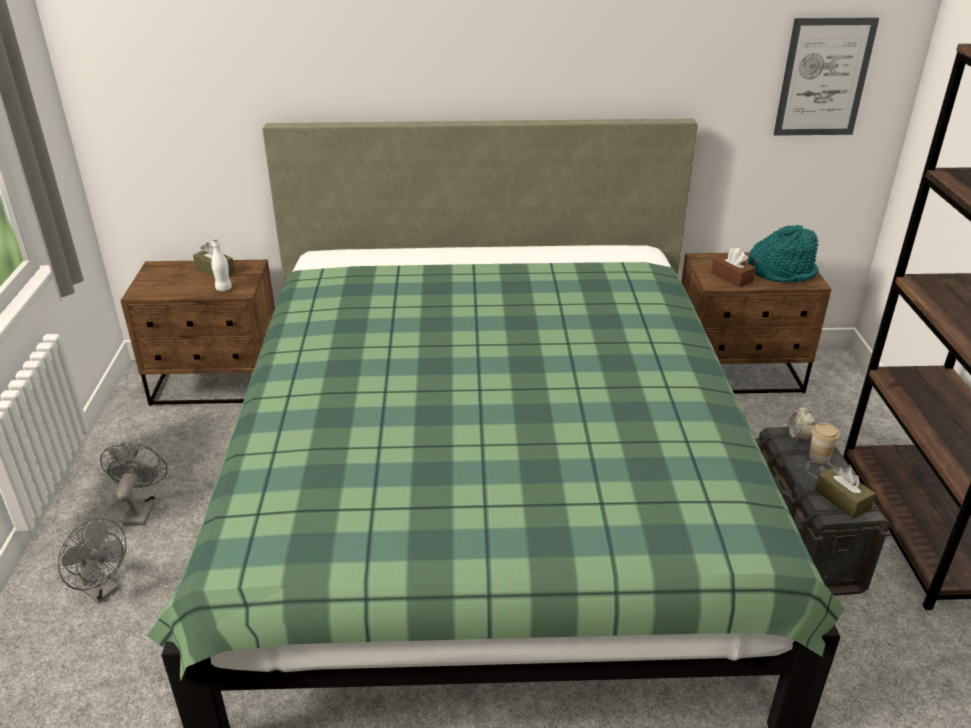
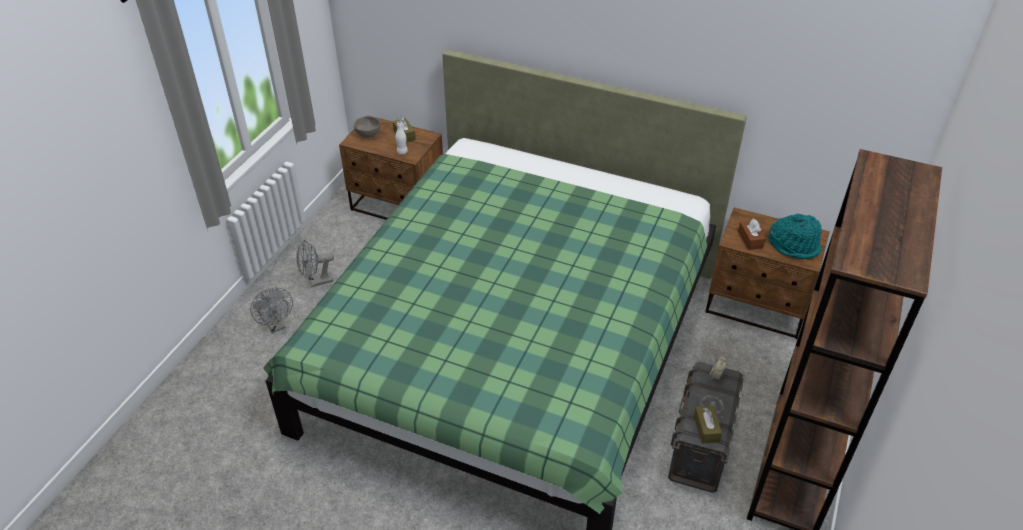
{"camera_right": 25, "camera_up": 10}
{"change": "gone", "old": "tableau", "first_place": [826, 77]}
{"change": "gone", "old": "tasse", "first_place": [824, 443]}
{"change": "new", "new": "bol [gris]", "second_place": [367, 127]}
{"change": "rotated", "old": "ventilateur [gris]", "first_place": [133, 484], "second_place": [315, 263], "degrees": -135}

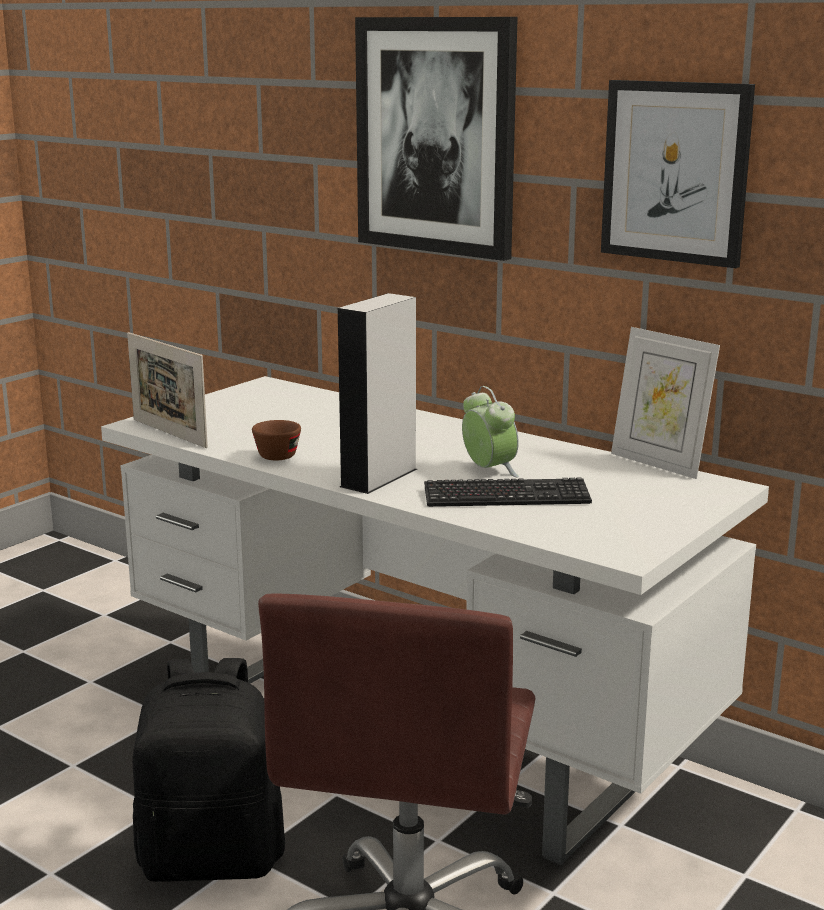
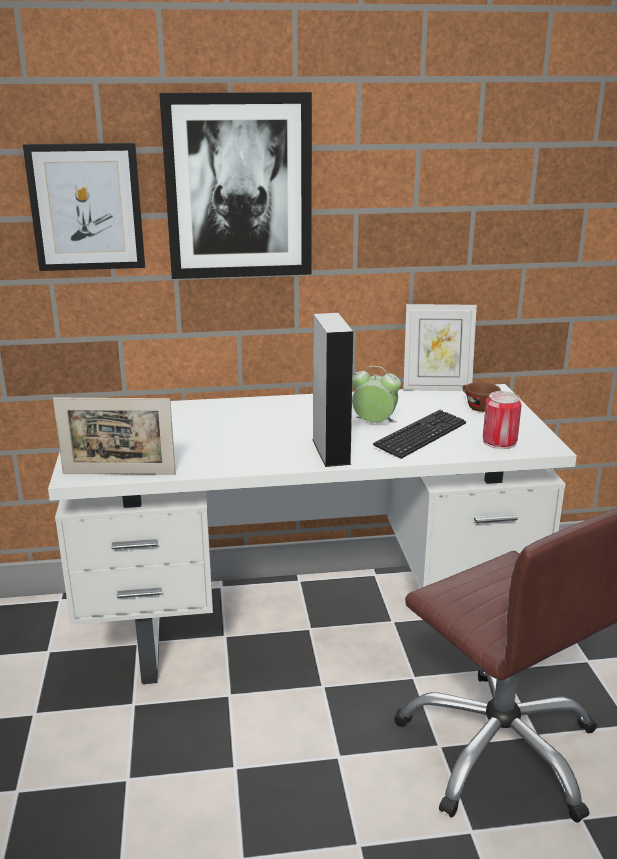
{"camera_right": -45, "camera_up": 5}
{"change": "gone", "old": "sac à dos [noir]", "first_place": [209, 770]}
{"change": "new", "new": "boîte métallique", "second_place": [502, 420]}
{"change": "shifted", "old": "tasse [marron]", "first_place": [276, 440], "second_place": [481, 397]}
{"change": "shifted", "old": "tableau", "first_place": [678, 174], "second_place": [84, 207]}

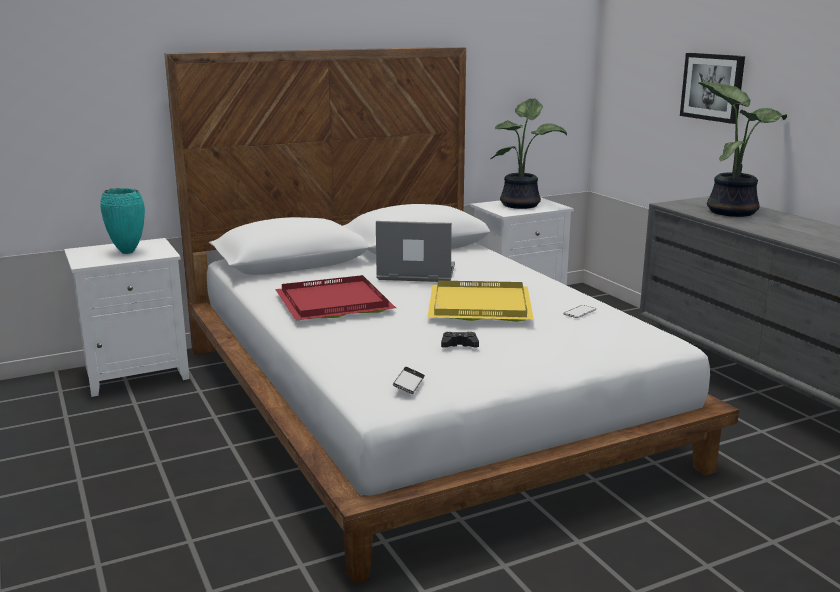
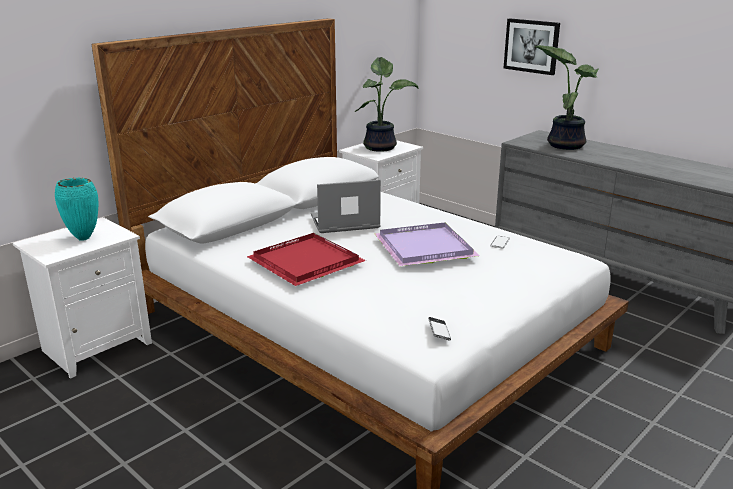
{"camera_right": -20, "camera_up": 5}
{"change": "gone", "old": "manette [noir]", "first_place": [460, 340]}
{"change": "repainted", "old": "plateau [jaune]", "new": "plateau [violet]", "first_place": [481, 301], "second_place": [427, 244]}

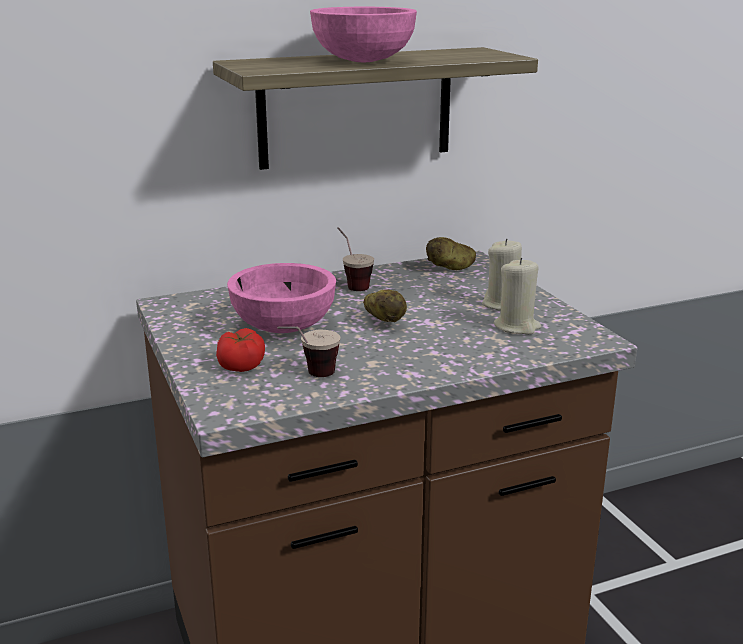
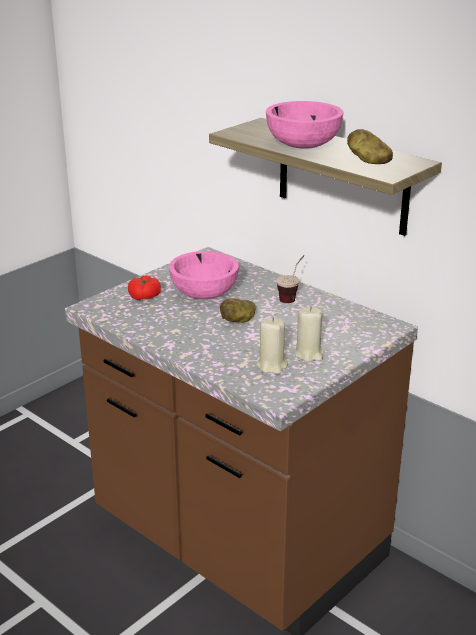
{"camera_right": 65, "camera_up": 5}
{"change": "gone", "old": "tasse", "first_place": [308, 351]}
{"change": "shifted", "old": "pomme de terre", "first_place": [451, 253], "second_place": [370, 146]}

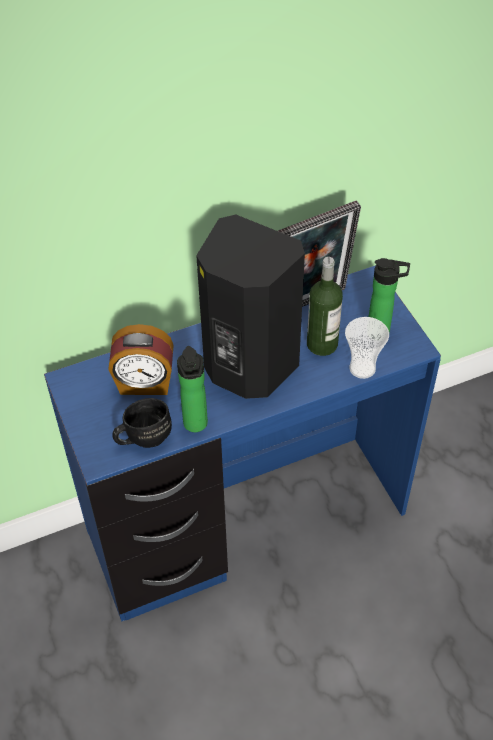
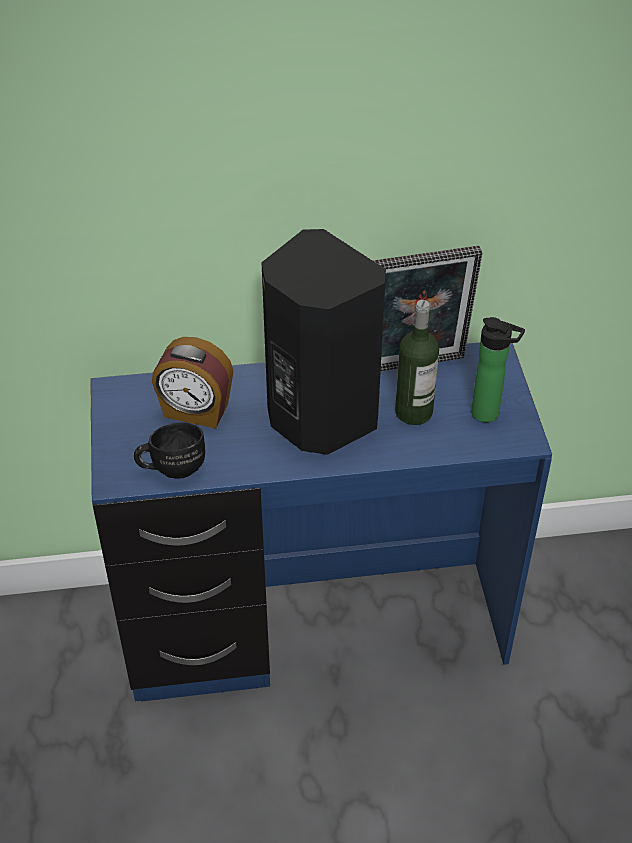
{"camera_right": 15, "camera_up": -5}
{"change": "gone", "old": "bouteille", "first_place": [192, 389]}
{"change": "gone", "old": "tasse", "first_place": [367, 348]}

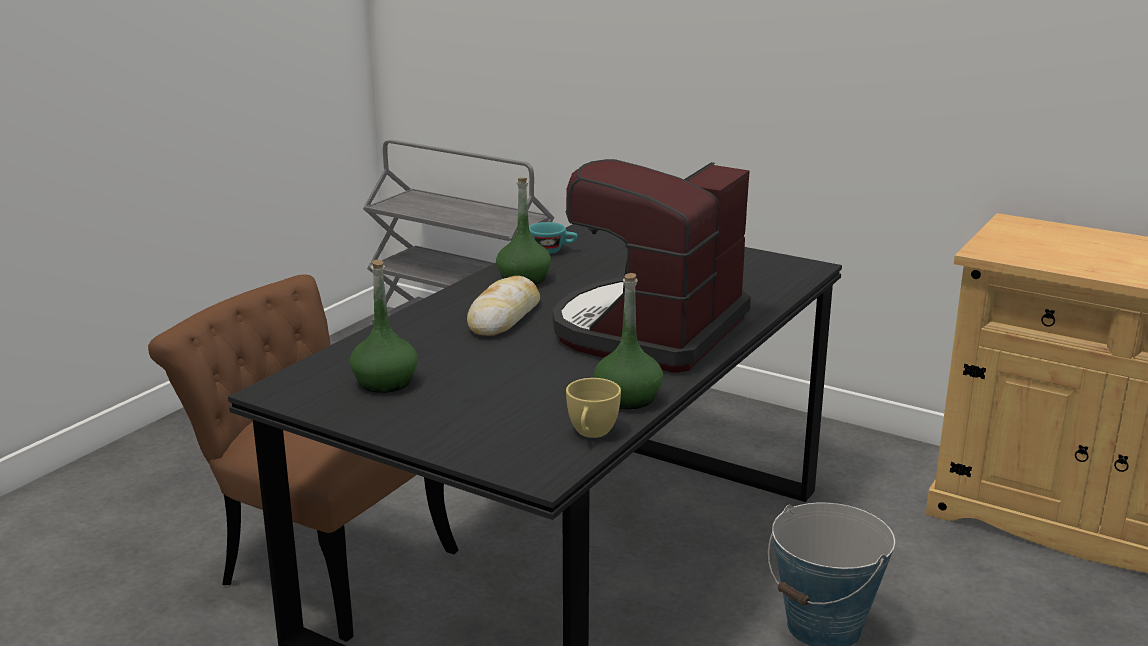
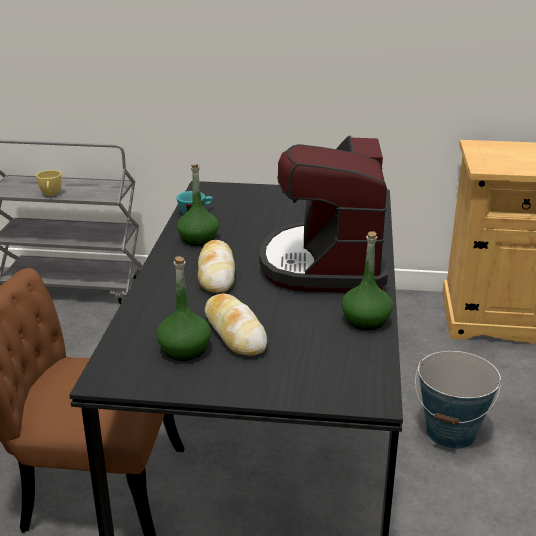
{"camera_right": -25, "camera_up": 5}
{"change": "new", "new": "pain", "second_place": [236, 324]}
{"change": "shifted", "old": "tasse [jaune]", "first_place": [593, 408], "second_place": [49, 183]}

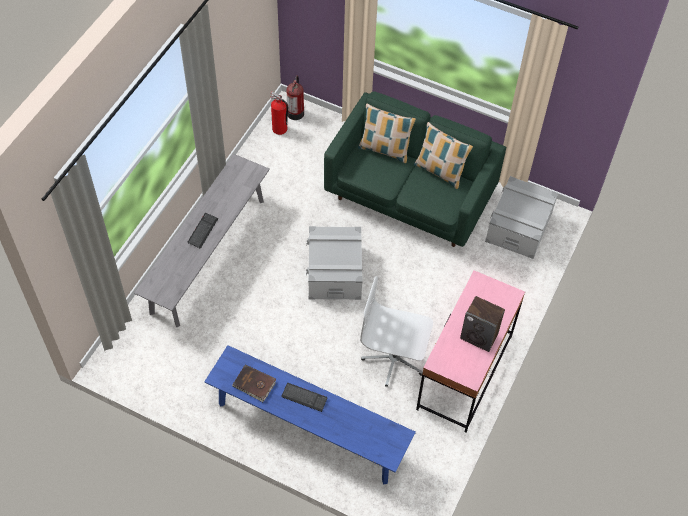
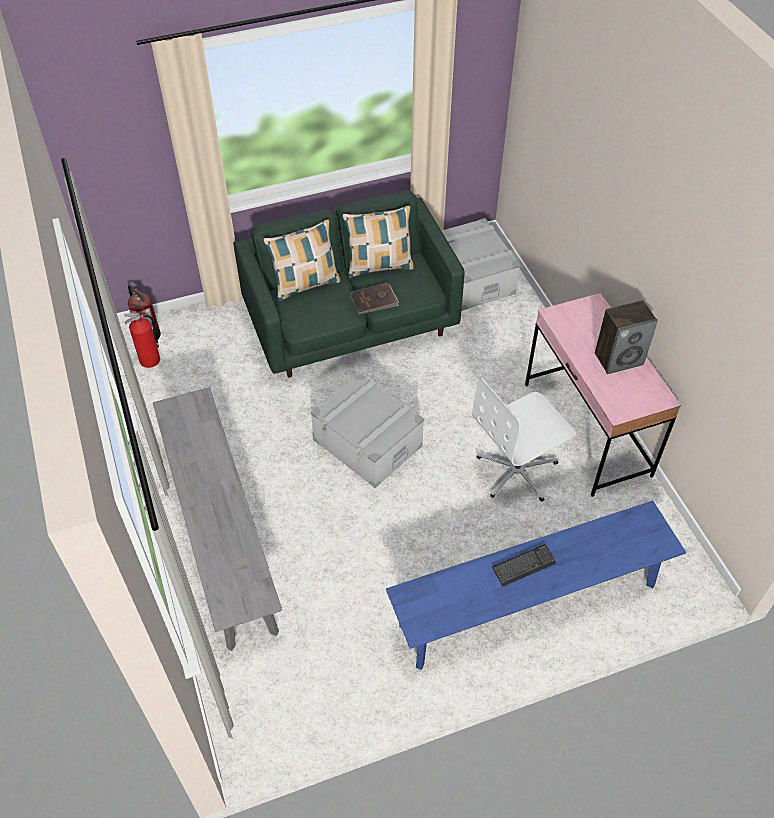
{"camera_right": -45, "camera_up": -5}
{"change": "gone", "old": "clavier", "first_place": [202, 231]}
{"change": "shifted", "old": "livre [marron]", "first_place": [254, 383], "second_place": [374, 298]}

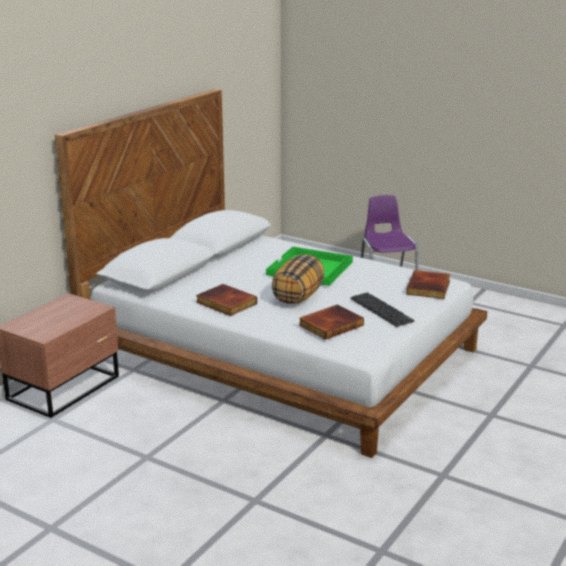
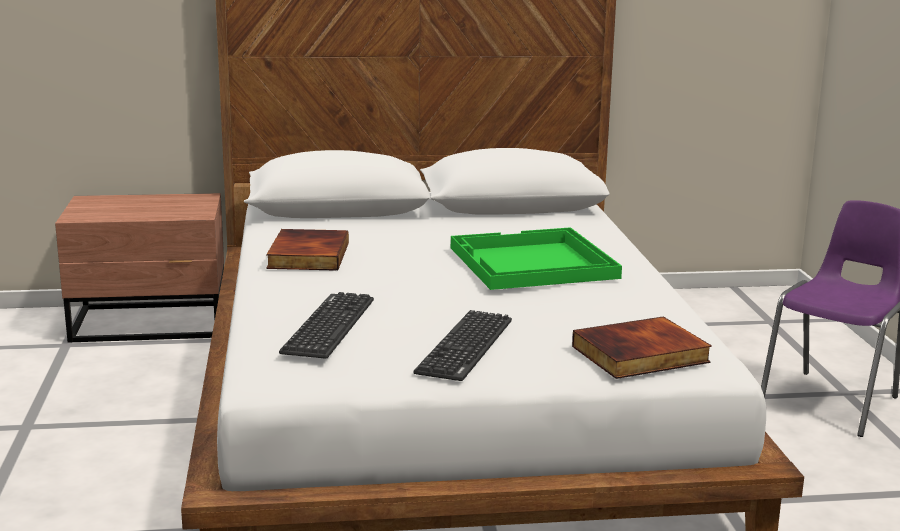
{"camera_right": 50, "camera_up": -5}
{"change": "gone", "old": "coussin", "first_place": [298, 279]}
{"change": "swapped", "old": "livre", "new": "clavier", "first_place": [331, 322], "second_place": [326, 325]}

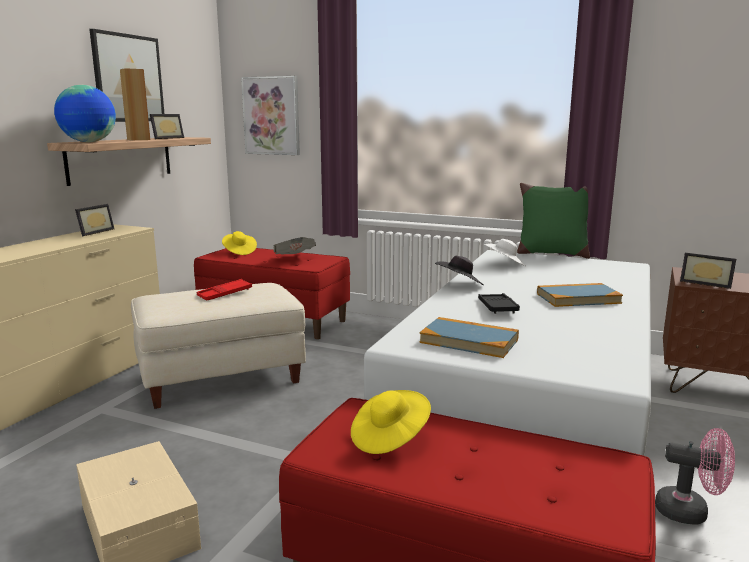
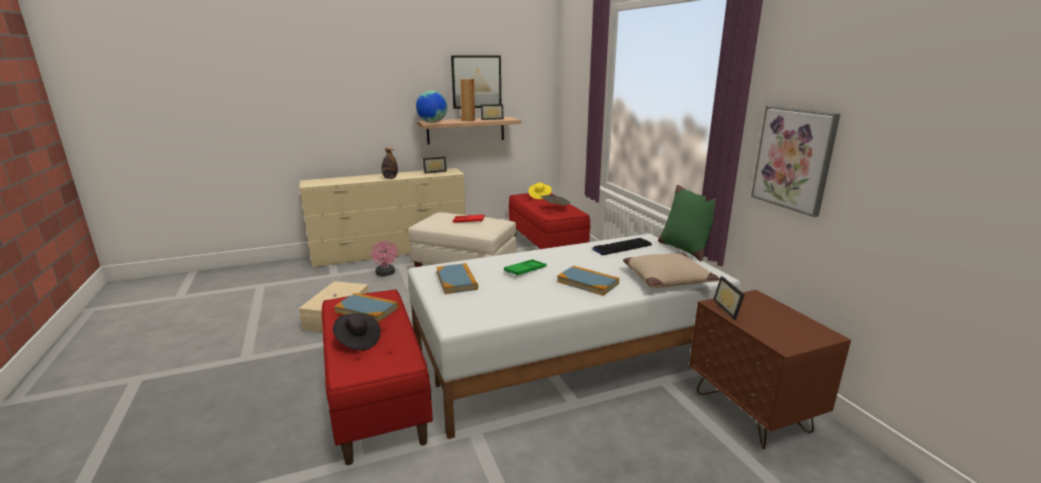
{"camera_right": 45, "camera_up": 5}
{"change": "new", "new": "bouteille", "second_place": [389, 163]}
{"change": "new", "new": "coussin [beige]", "second_place": [671, 270]}
{"change": "shifted", "old": "tableau", "first_place": [270, 115], "second_place": [795, 161]}
{"change": "shifted", "old": "chapeau [noir]", "first_place": [459, 270], "second_place": [357, 331]}
{"change": "shifted", "old": "ventilateur [rose]", "first_place": [695, 476], "second_place": [384, 258]}
{"change": "swapped", "old": "chapeau [jaune]", "new": "livre", "first_place": [391, 422], "second_place": [366, 308]}
{"change": "swapped", "old": "chapeau [blanc]", "new": "clavier", "first_place": [505, 252], "second_place": [622, 246]}
{"change": "repainted", "old": "plateau [noir]", "new": "plateau [vert]", "first_place": [499, 303], "second_place": [525, 267]}

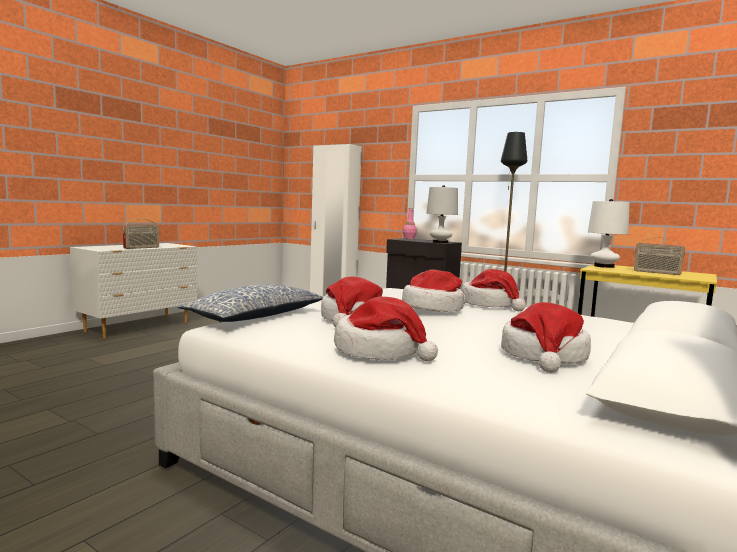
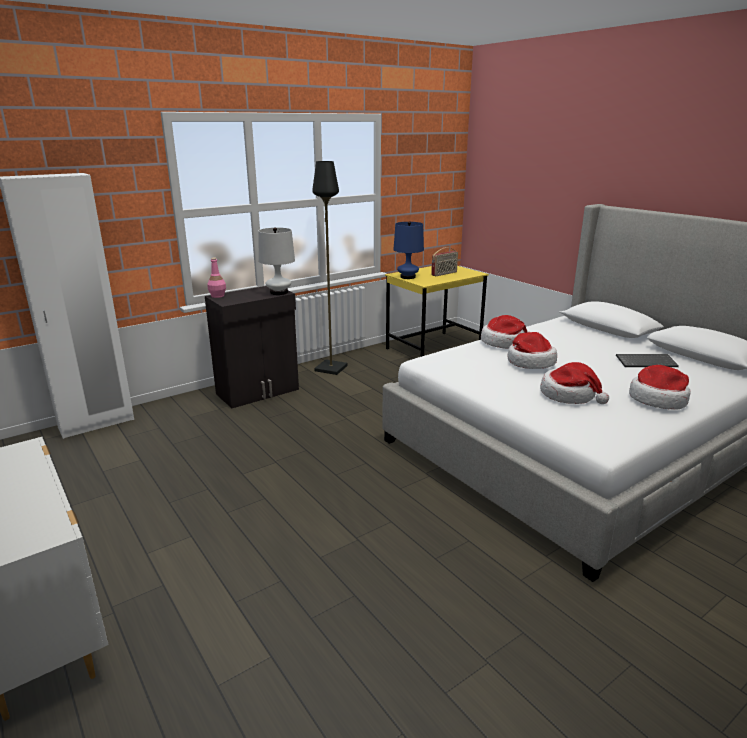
{"camera_right": -70, "camera_up": 15}
{"change": "gone", "old": "radio", "first_place": [141, 234]}
{"change": "gone", "old": "coussin", "first_place": [250, 303]}
{"change": "swapped", "old": "chapeau", "new": "clavier", "first_place": [546, 337], "second_place": [647, 360]}
{"change": "repainted", "old": "lampe de table [blanc]", "new": "lampe de table [bleu]", "first_place": [609, 233], "second_place": [408, 250]}

